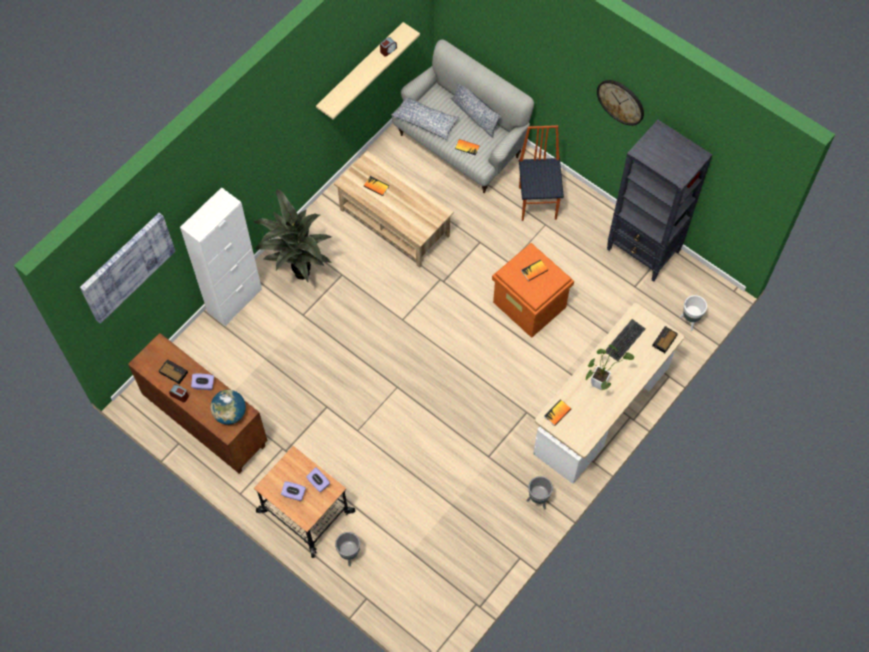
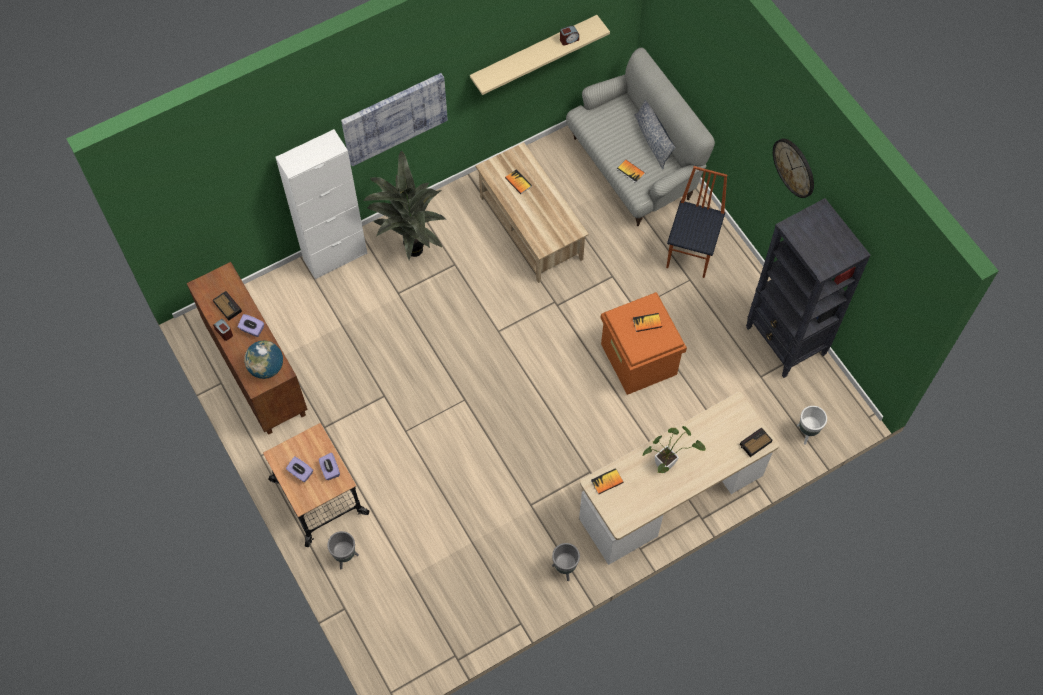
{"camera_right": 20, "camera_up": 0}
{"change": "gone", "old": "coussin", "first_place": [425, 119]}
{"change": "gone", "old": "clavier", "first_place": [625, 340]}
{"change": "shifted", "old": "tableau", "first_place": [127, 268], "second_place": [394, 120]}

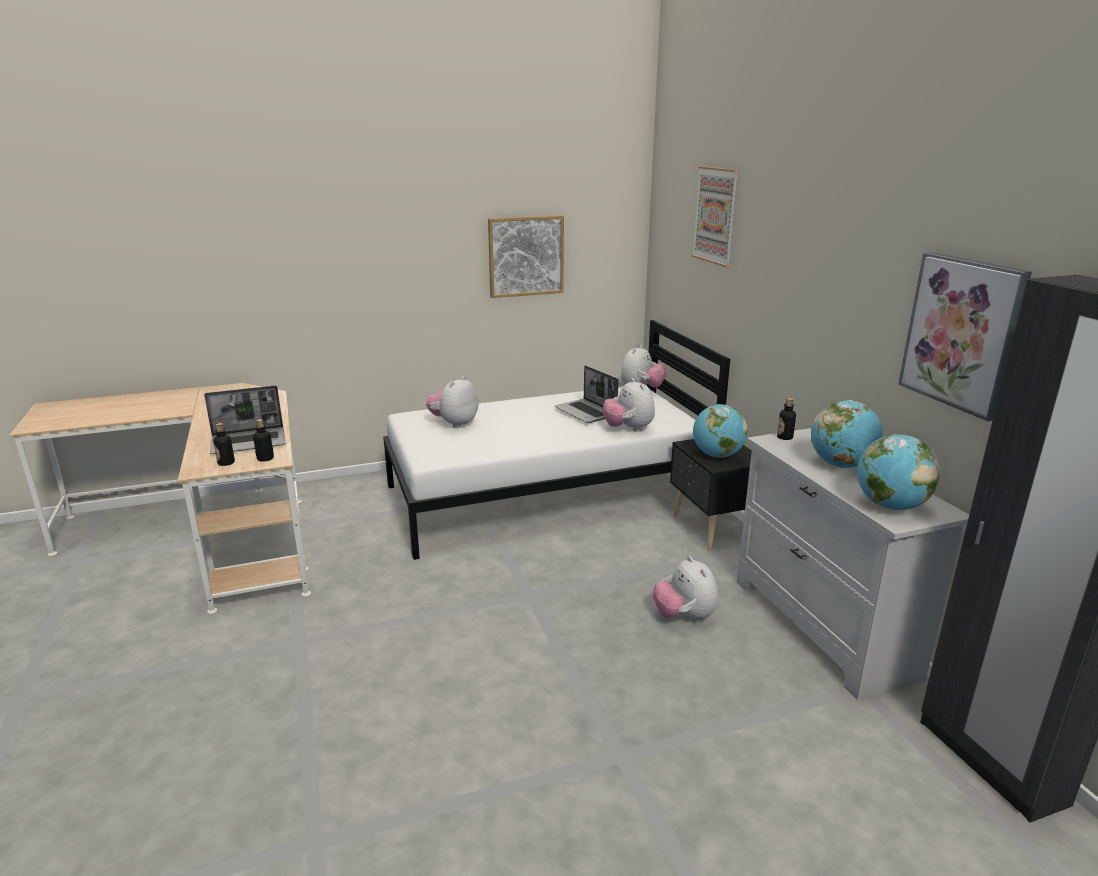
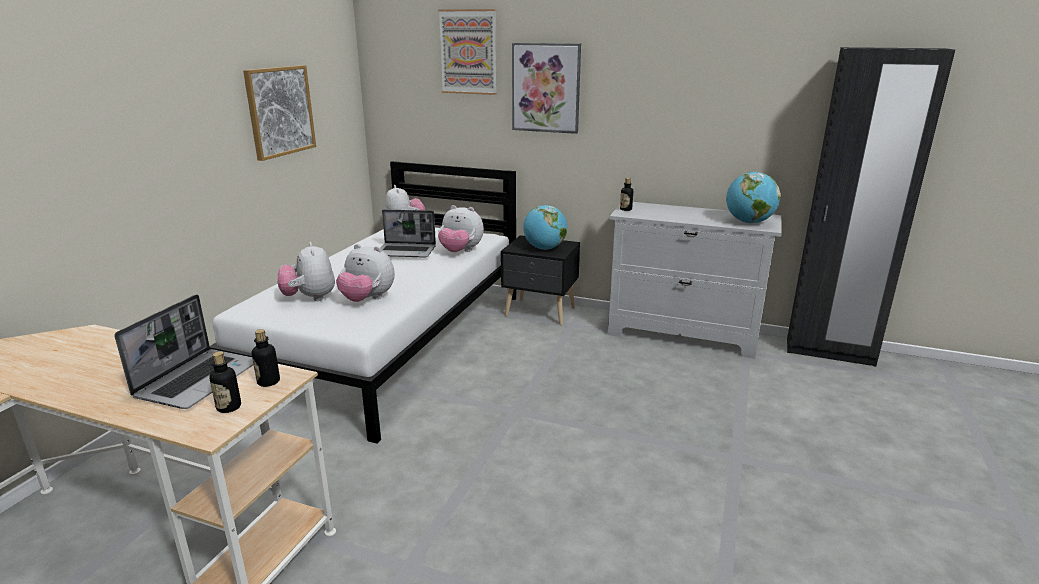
{"camera_right": -50, "camera_up": 0}
{"change": "gone", "old": "globe", "first_place": [847, 434]}
{"change": "shifted", "old": "peluche", "first_place": [685, 589], "second_place": [365, 273]}
{"change": "shifted", "old": "tableau", "first_place": [965, 336], "second_place": [546, 88]}

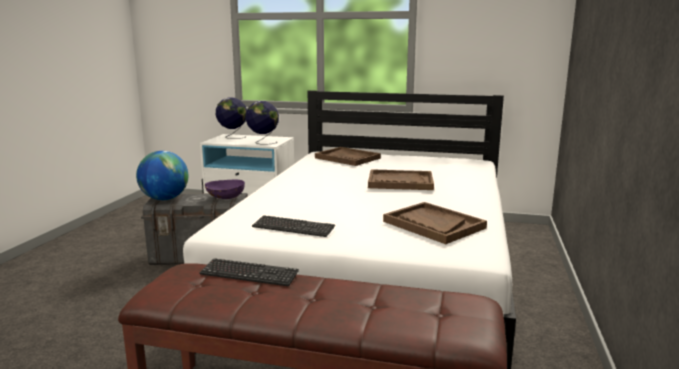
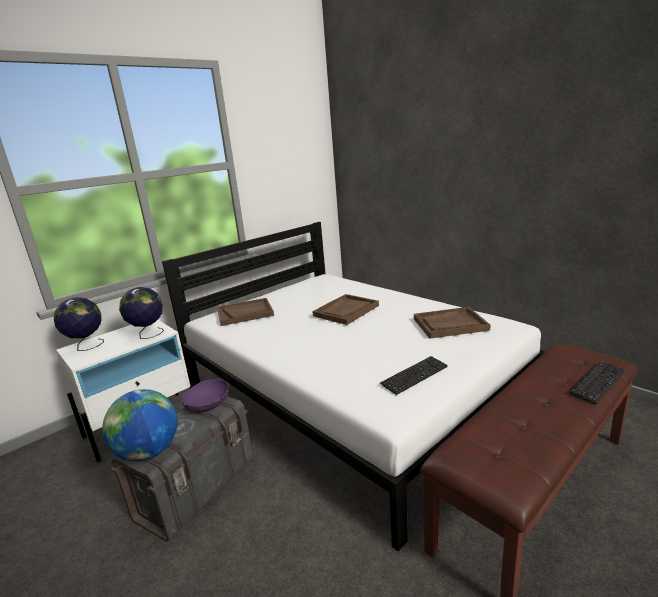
{"camera_right": -55, "camera_up": 5}
{"change": "shifted", "old": "clavier", "first_place": [249, 272], "second_place": [598, 382]}

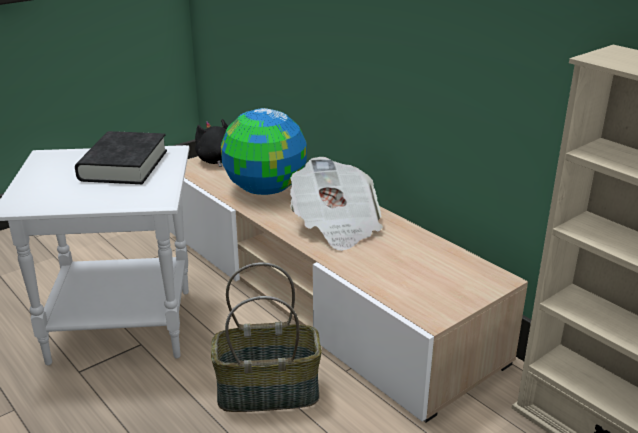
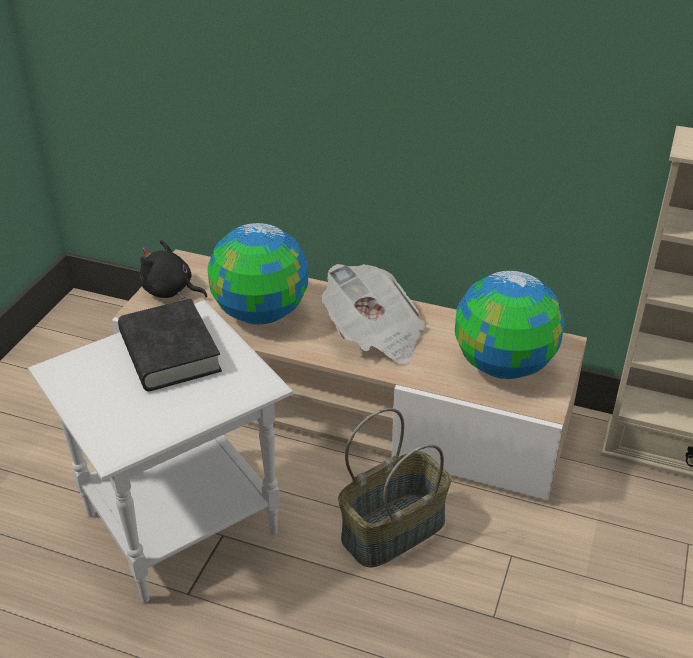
{"camera_right": -30, "camera_up": 10}
{"change": "new", "new": "globe", "second_place": [509, 325]}

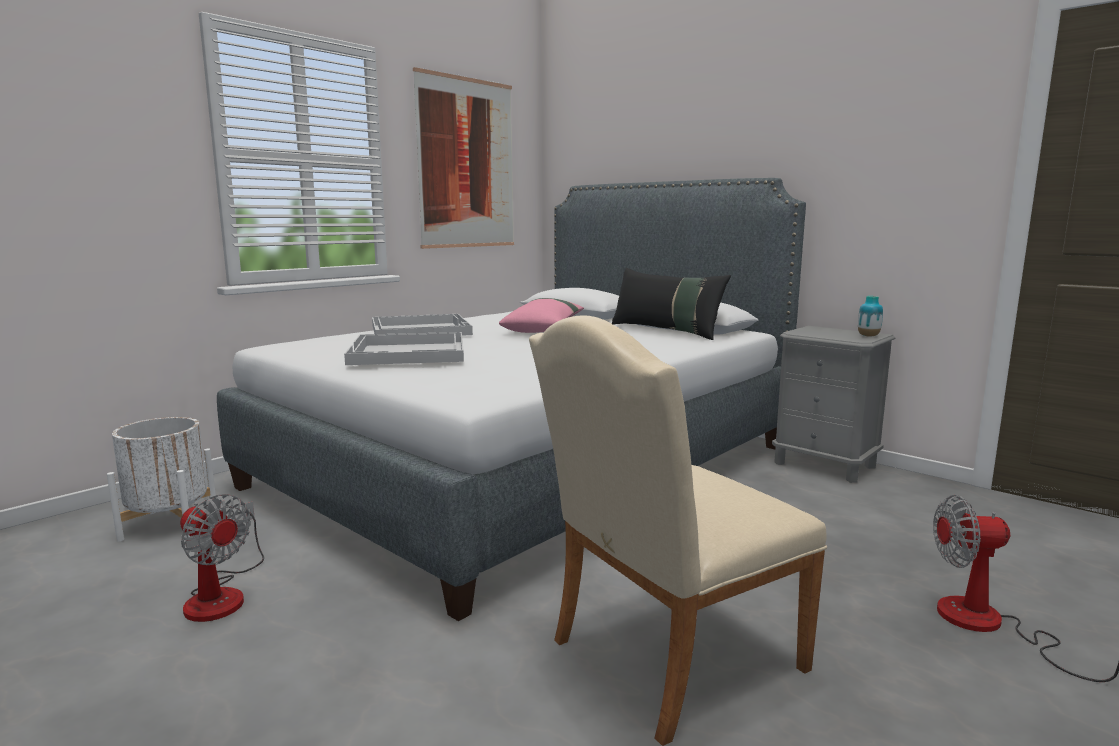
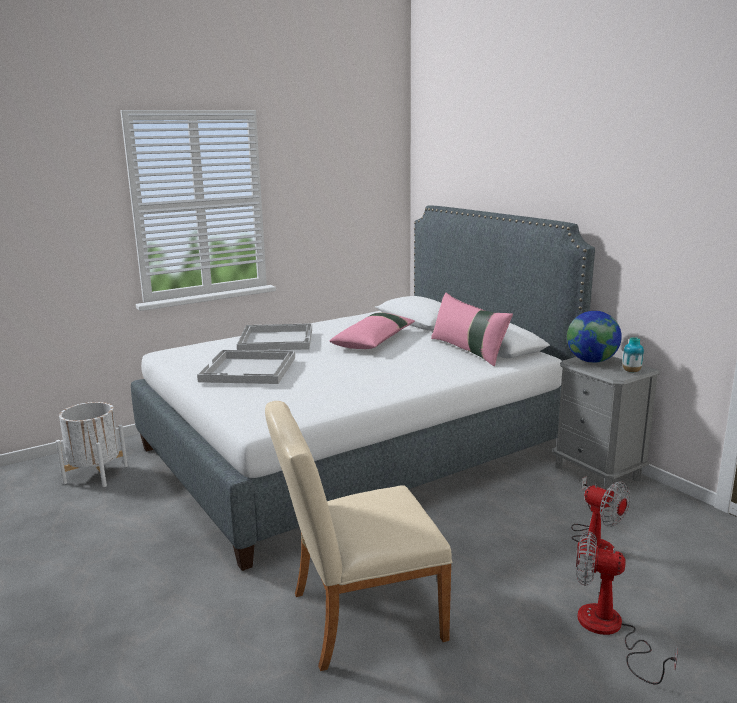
{"camera_right": 15, "camera_up": 5}
{"change": "gone", "old": "tableau", "first_place": [463, 158]}
{"change": "new", "new": "globe", "second_place": [594, 337]}
{"change": "shifted", "old": "ventilateur", "first_place": [222, 558], "second_place": [600, 516]}
{"change": "repainted", "old": "coussin [noir]", "new": "coussin [rose]", "first_place": [671, 304], "second_place": [472, 329]}

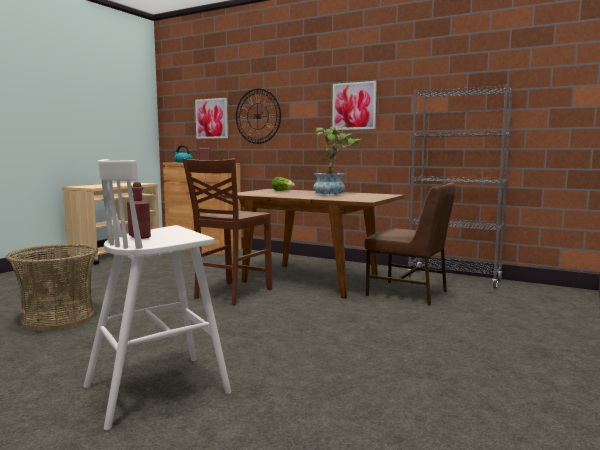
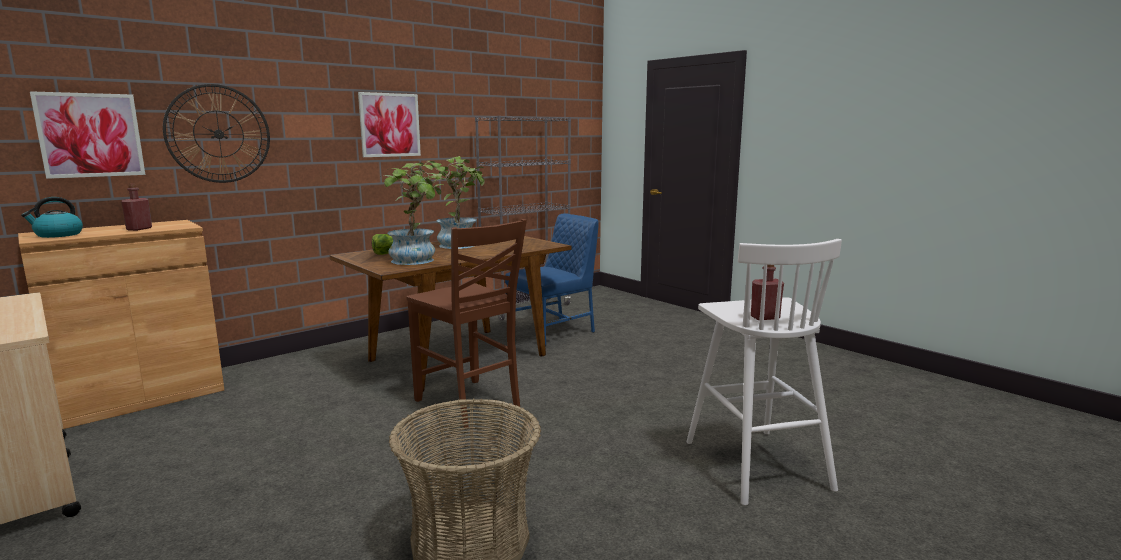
{"camera_right": -70, "camera_up": 5}
{"change": "new", "new": "plante en pot", "second_place": [416, 213]}
{"change": "repainted", "old": "chaise [marron]", "new": "chaise [bleu]", "first_place": [410, 244], "second_place": [552, 279]}

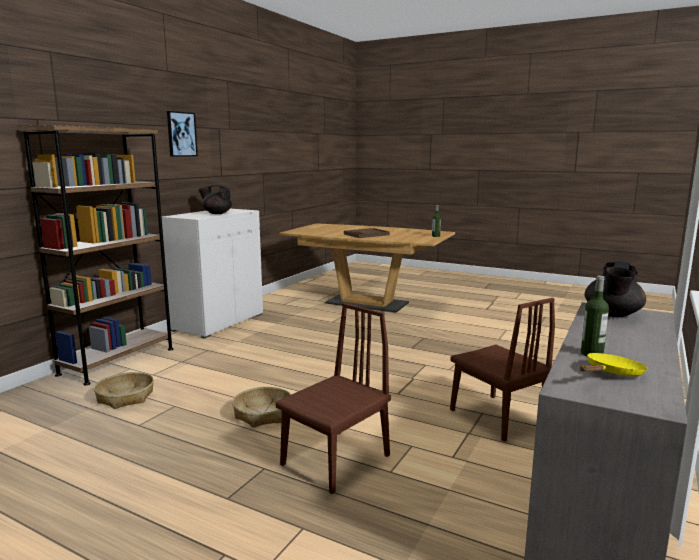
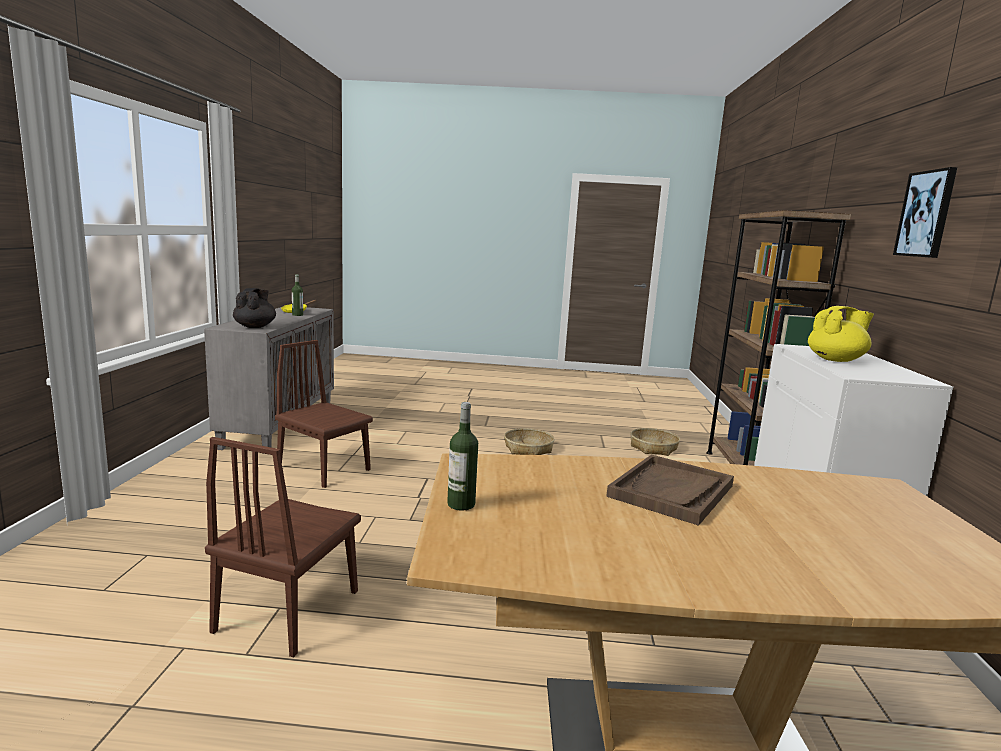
{"camera_right": 155, "camera_up": 0}
{"change": "shifted", "old": "chaise [marron]", "first_place": [333, 398], "second_place": [283, 547]}
{"change": "repainted", "old": "théière [noir]", "new": "théière [jaune]", "first_place": [215, 199], "second_place": [841, 334]}

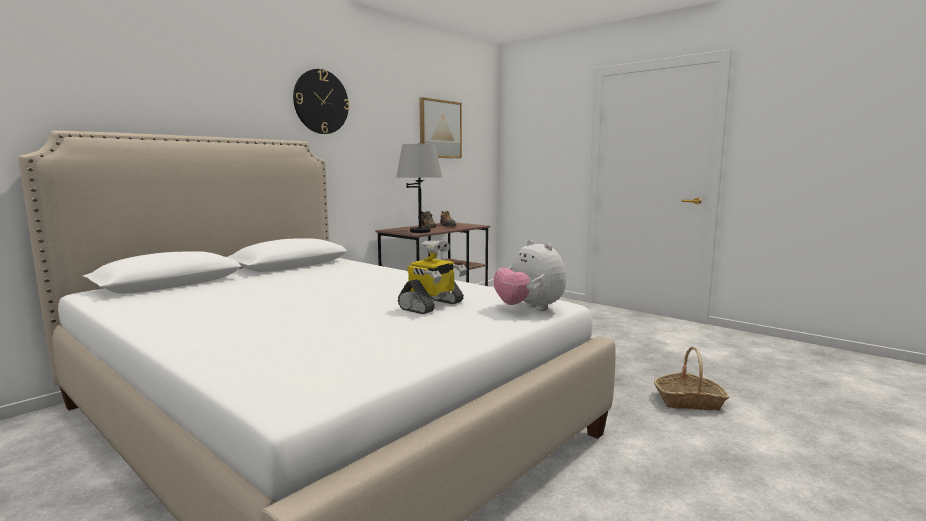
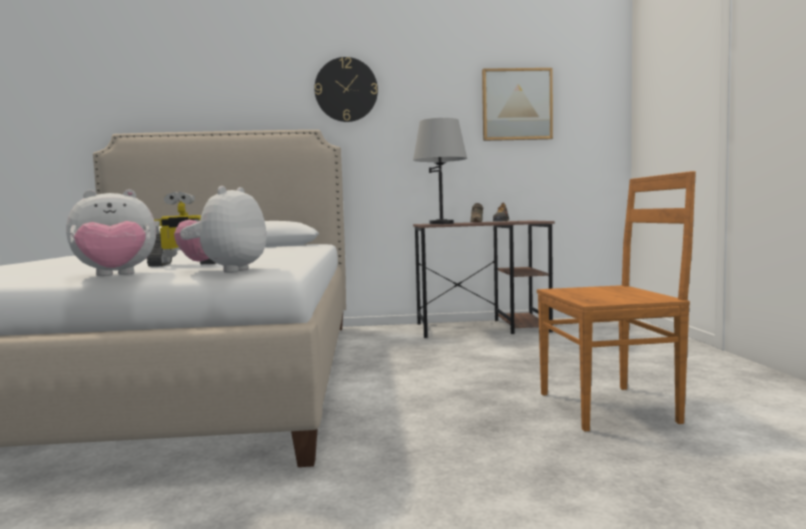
{"camera_right": 45, "camera_up": -5}
{"change": "gone", "old": "panier", "first_place": [691, 379]}
{"change": "new", "new": "peluche", "second_place": [111, 232]}
{"change": "new", "new": "chaise [marron]", "second_place": [616, 301]}

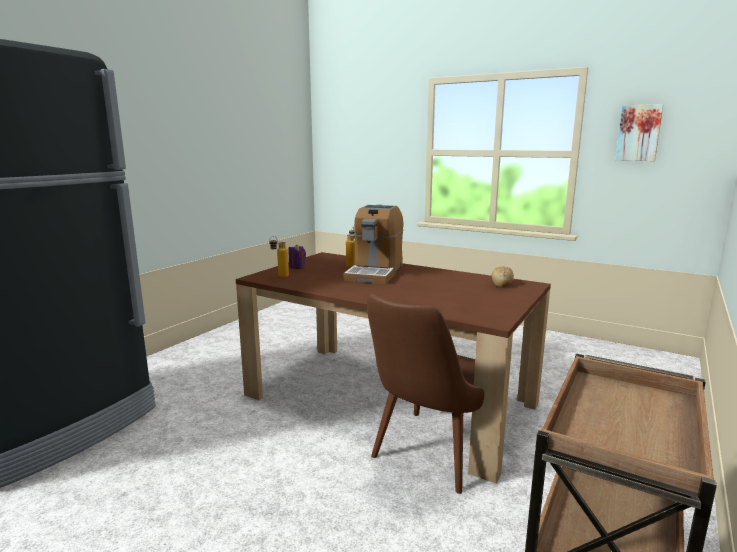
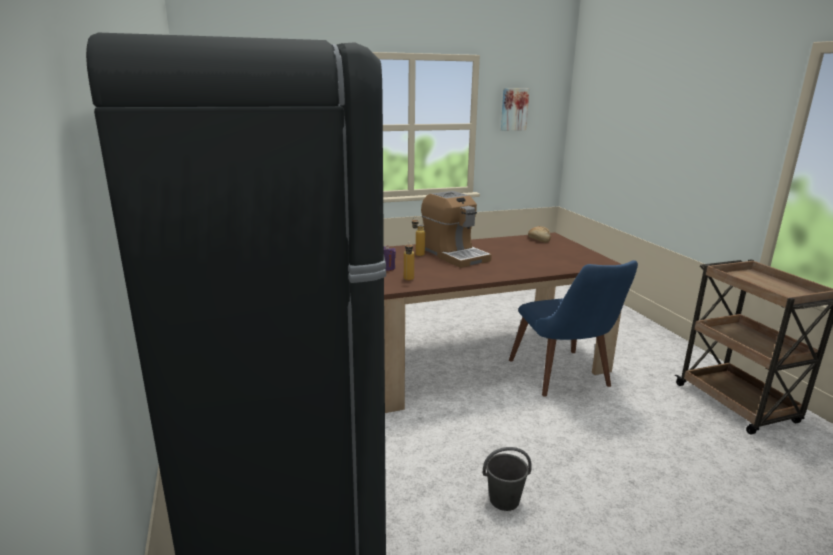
{"camera_right": -50, "camera_up": 5}
{"change": "new", "new": "seau [gris]", "second_place": [507, 479]}
{"change": "repainted", "old": "chaise [marron]", "new": "chaise [bleu]", "first_place": [425, 394], "second_place": [573, 328]}

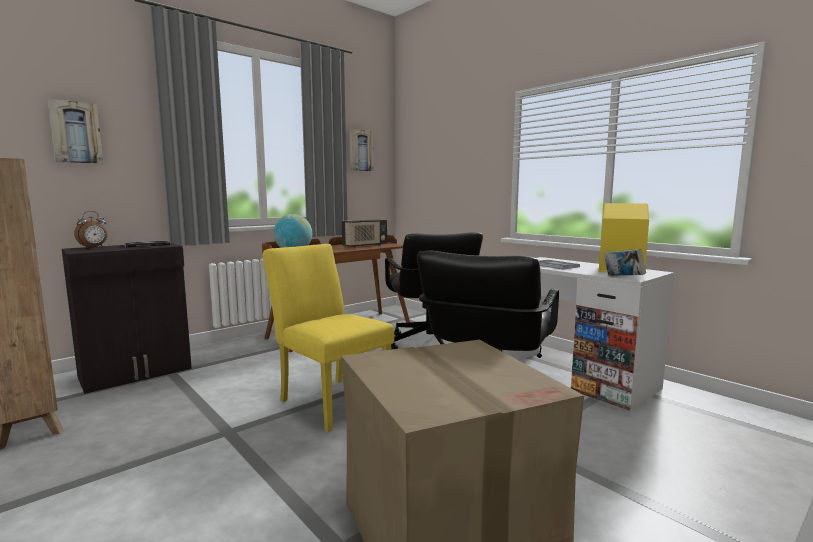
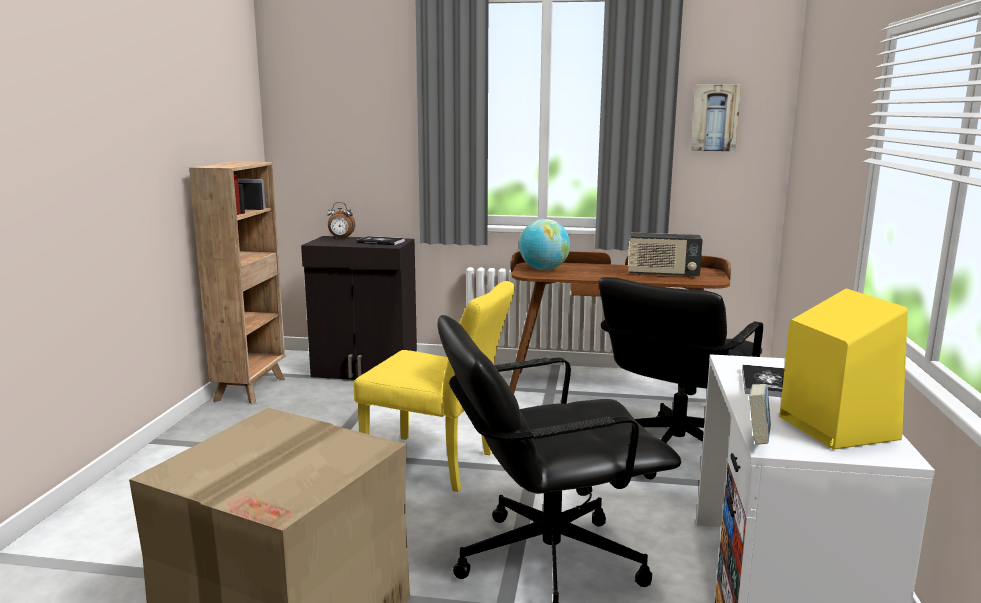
{"camera_right": 50, "camera_up": 5}
{"change": "gone", "old": "tableau", "first_place": [75, 131]}
{"change": "rotated", "old": "chaise [jaune]", "first_place": [328, 338], "second_place": [434, 386], "degrees": 105}

